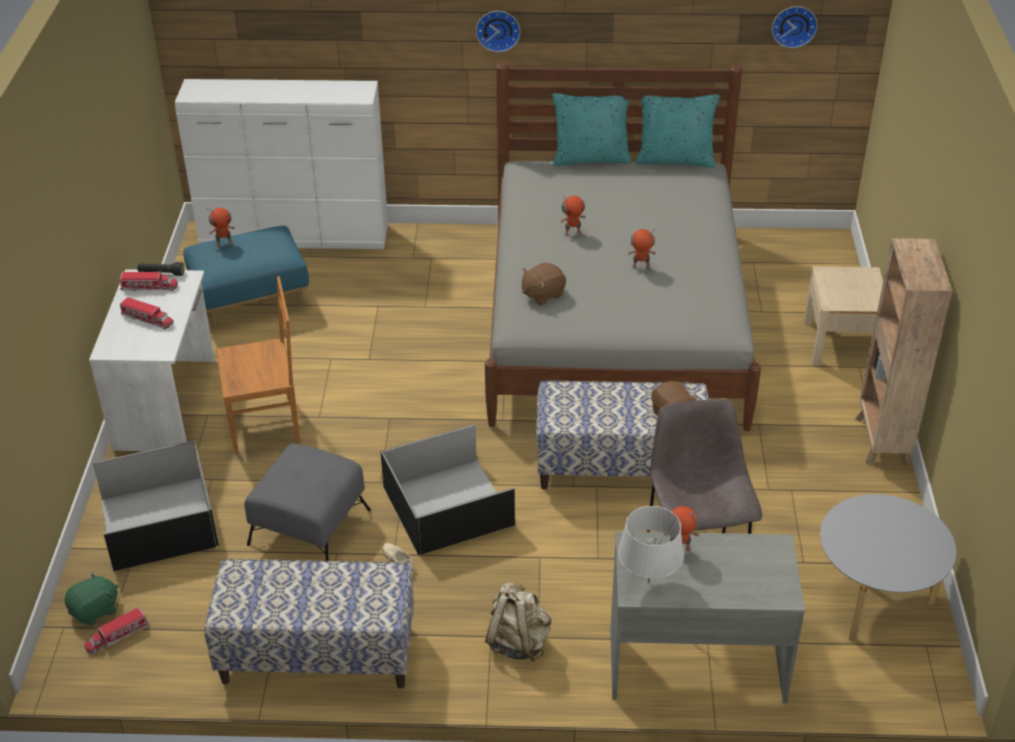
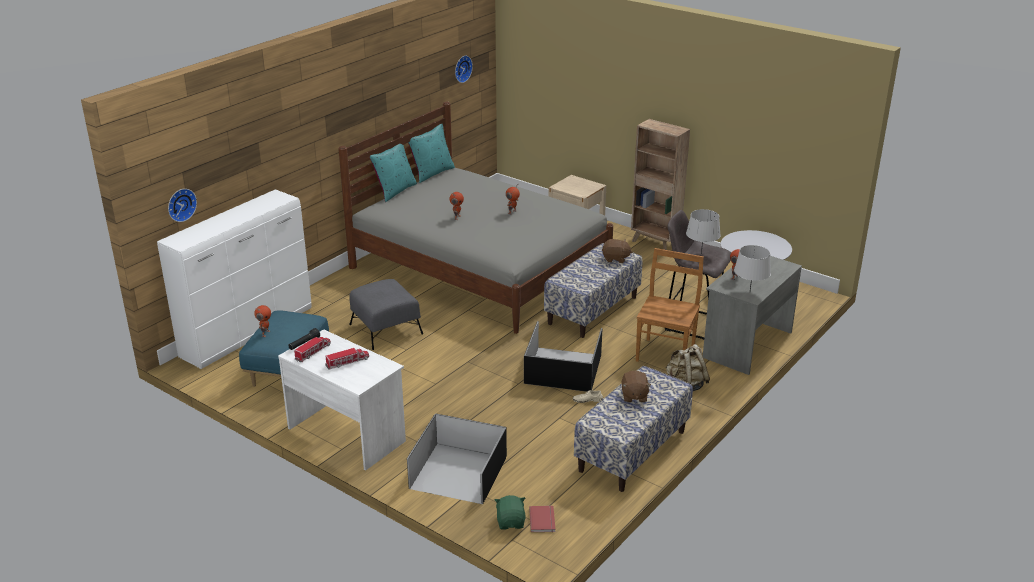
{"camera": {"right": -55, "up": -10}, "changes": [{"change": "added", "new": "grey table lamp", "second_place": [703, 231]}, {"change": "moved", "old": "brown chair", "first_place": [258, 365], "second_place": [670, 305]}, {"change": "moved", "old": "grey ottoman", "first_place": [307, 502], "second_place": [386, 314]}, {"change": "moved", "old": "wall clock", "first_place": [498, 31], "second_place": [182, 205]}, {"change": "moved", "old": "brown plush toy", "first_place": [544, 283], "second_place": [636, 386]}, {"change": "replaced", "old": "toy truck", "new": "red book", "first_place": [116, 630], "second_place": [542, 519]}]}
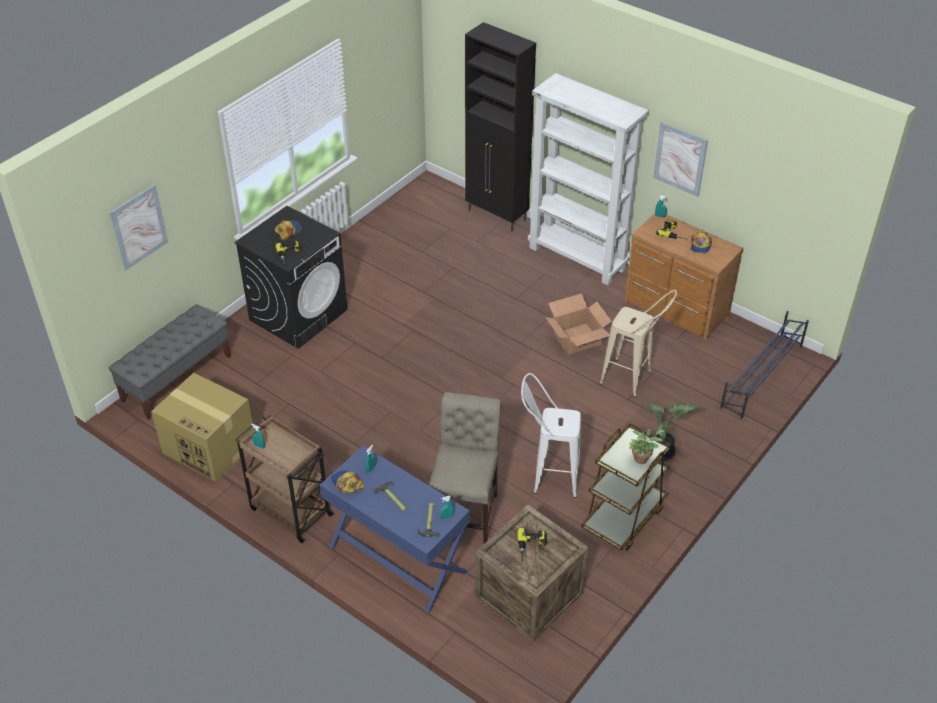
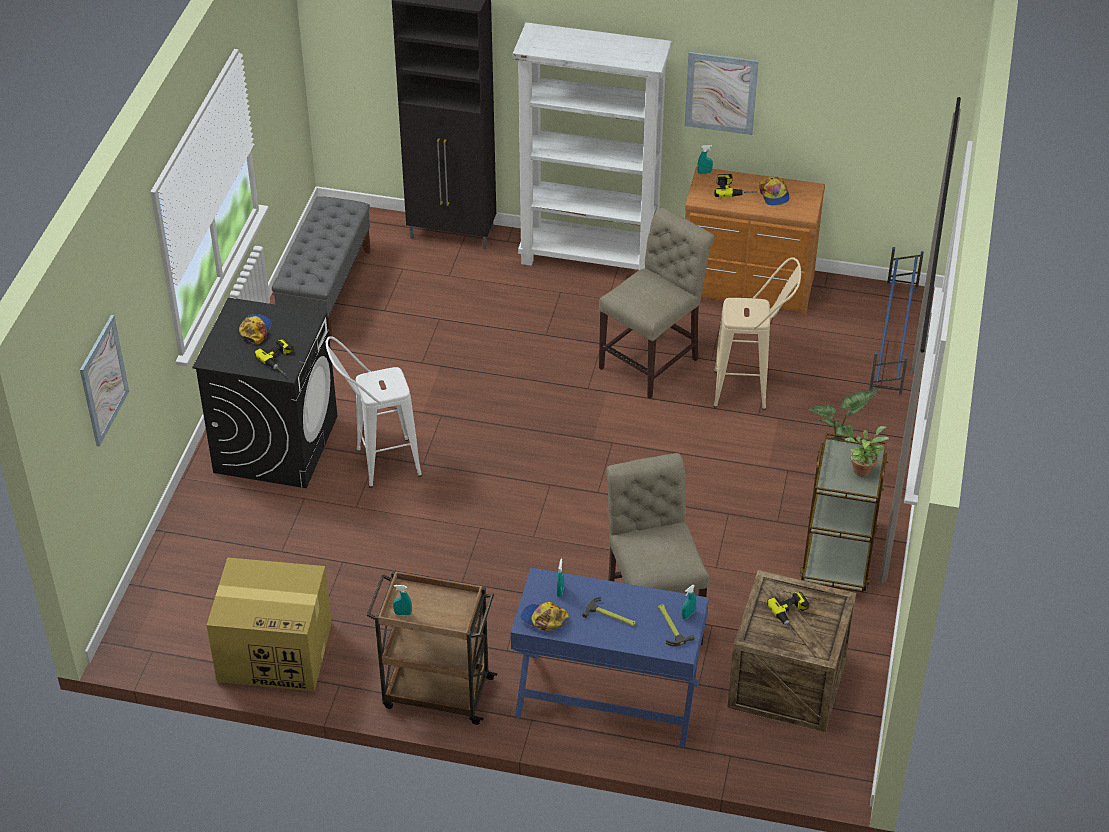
{"camera": {"right": -25, "up": 0}, "changes": [{"change": "moved", "old": "grey bench", "first_place": [170, 362], "second_place": [321, 268]}, {"change": "moved", "old": "white stool", "first_place": [551, 435], "second_place": [374, 412]}, {"change": "replaced", "old": "cardboard box", "new": "beige chair", "first_place": [578, 324], "second_place": [657, 303]}]}
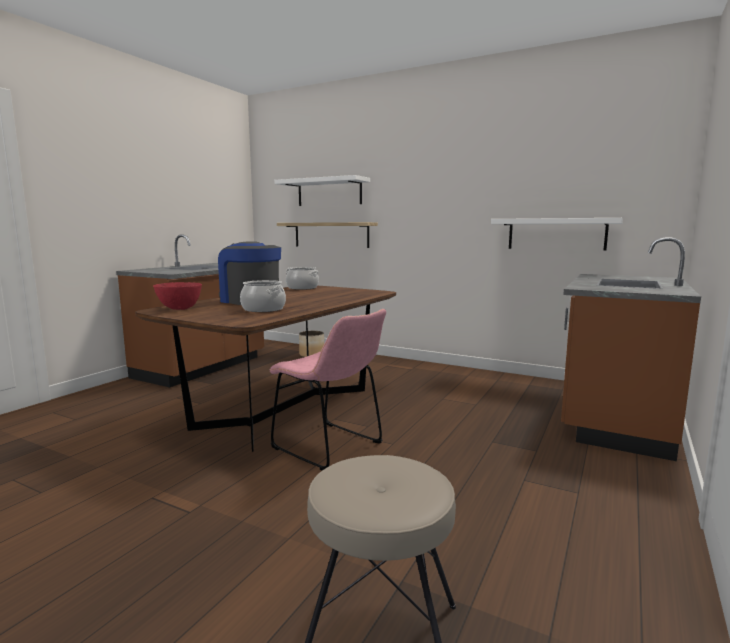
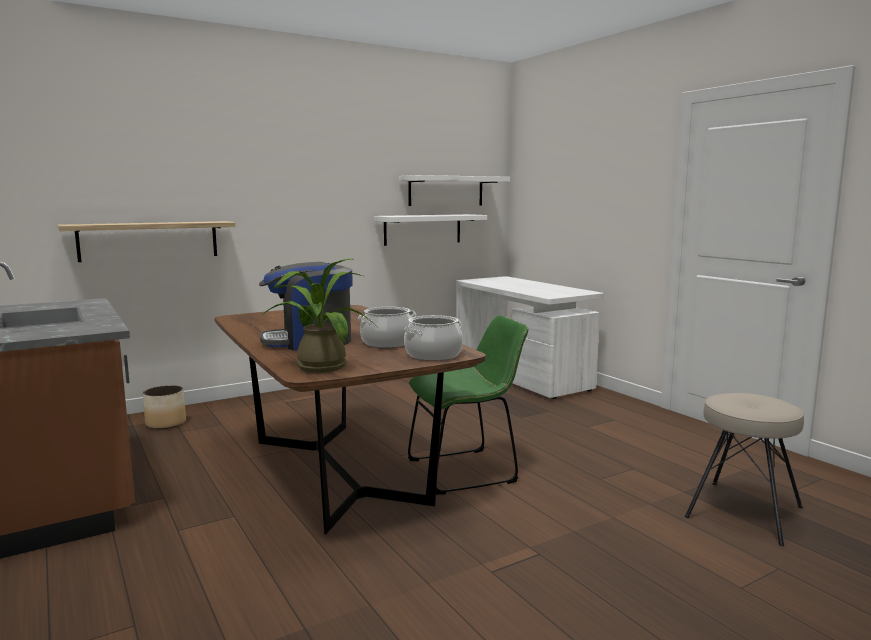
{"camera": {"right": -60, "up": 0}, "changes": [{"change": "moved", "old": "white shelf", "first_place": [322, 190], "second_place": [454, 190]}, {"change": "moved", "old": "cooking pot", "first_place": [302, 278], "second_place": [433, 338]}, {"change": "replaced", "old": "red bowl", "new": "potted plant", "first_place": [177, 296], "second_place": [319, 316]}, {"change": "replaced", "old": "brown counter", "new": "white desk", "first_place": [631, 349], "second_place": [530, 337]}, {"change": "recoloured", "old": "pink chair", "new": "green chair", "first_place": [327, 390], "second_place": [468, 405]}]}
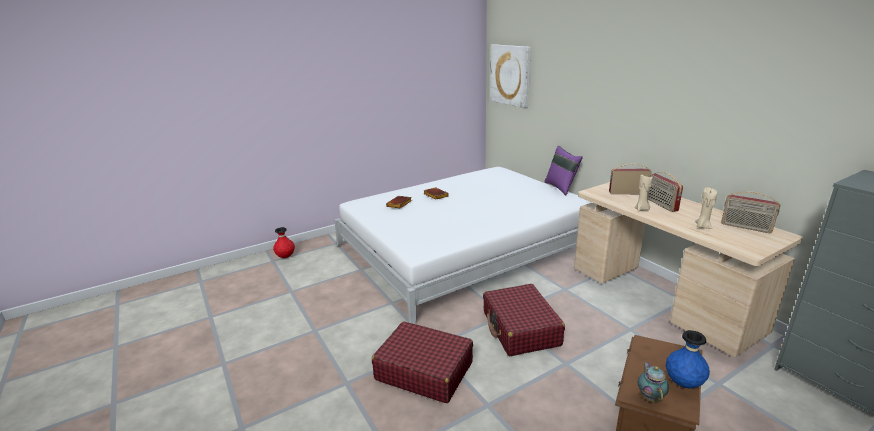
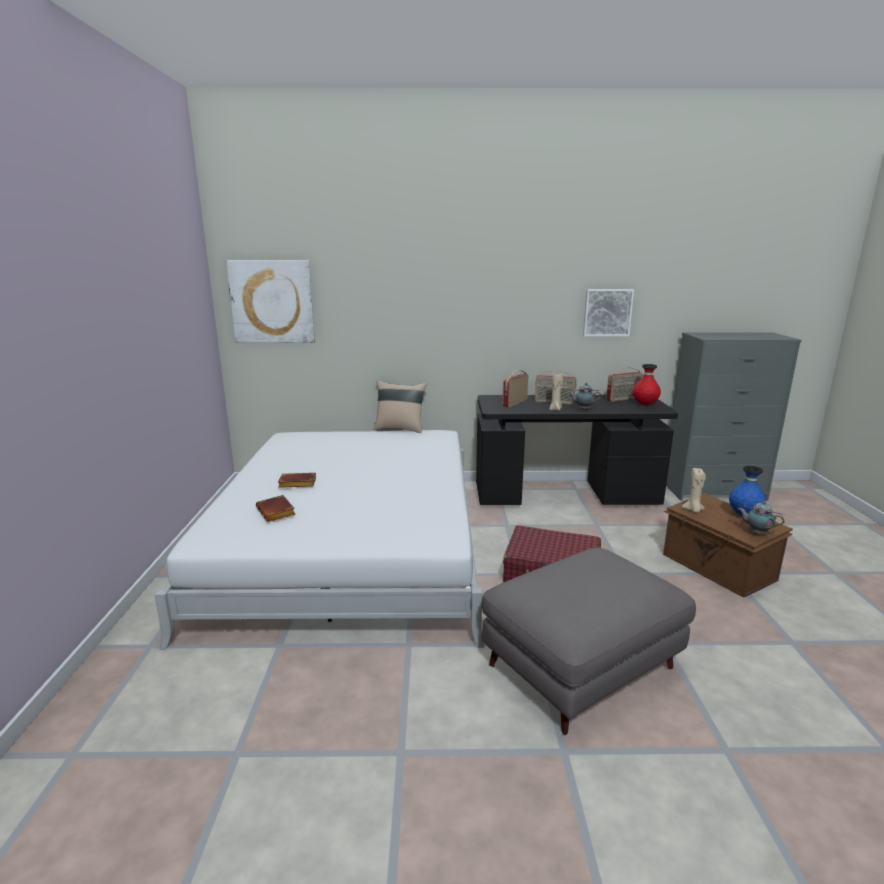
{"camera": {"right": -60, "up": -5}, "changes": [{"change": "added", "new": "teapot", "second_place": [584, 396]}, {"change": "added", "new": "picture", "second_place": [608, 312]}, {"change": "moved", "old": "red vase", "first_place": [284, 242], "second_place": [647, 384]}, {"change": "moved", "old": "beige candle", "first_place": [706, 208], "second_place": [694, 490]}, {"change": "replaced", "old": "red suitcase", "new": "grey ottoman", "first_place": [422, 362], "second_place": [589, 641]}, {"change": "recoloured", "old": "purple pillow", "new": "beige pillow", "first_place": [564, 171], "second_place": [400, 406]}, {"change": "recoloured", "old": "beige desk", "new": "black desk", "first_place": [688, 269], "second_place": [577, 450]}]}
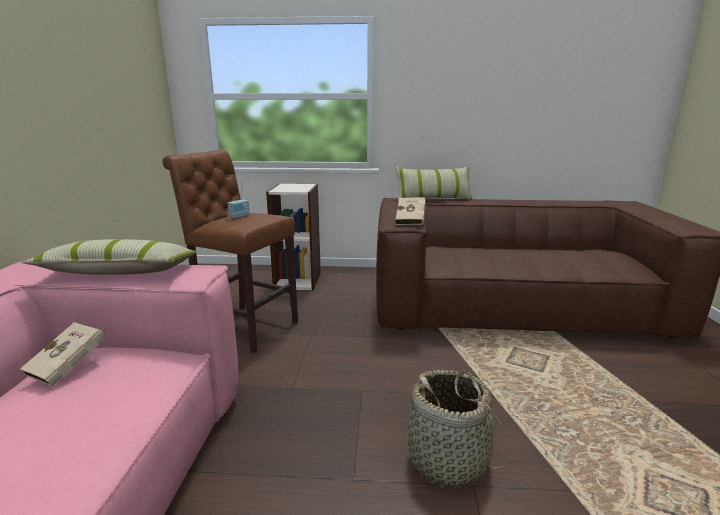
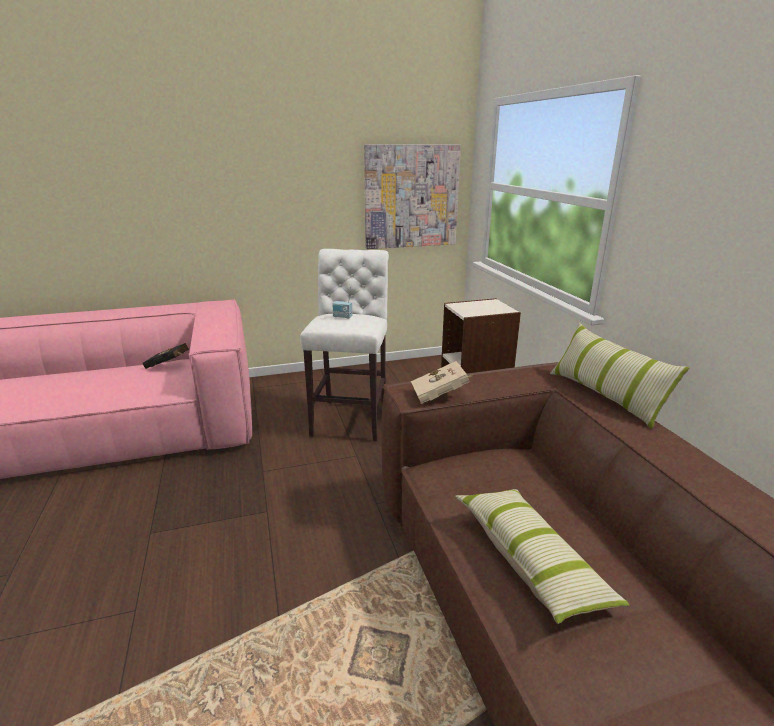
{"camera": {"right": 70, "up": 5}, "changes": [{"change": "removed", "old": "basket", "first_place": [457, 428]}, {"change": "added", "new": "picture", "second_place": [412, 196]}, {"change": "moved", "old": "pillow", "first_place": [109, 257], "second_place": [542, 556]}, {"change": "recoloured", "old": "beige book", "new": "black book", "first_place": [63, 354], "second_place": [165, 356]}, {"change": "recoloured", "old": "brown stool", "new": "white stool", "first_place": [230, 251], "second_place": [344, 345]}]}
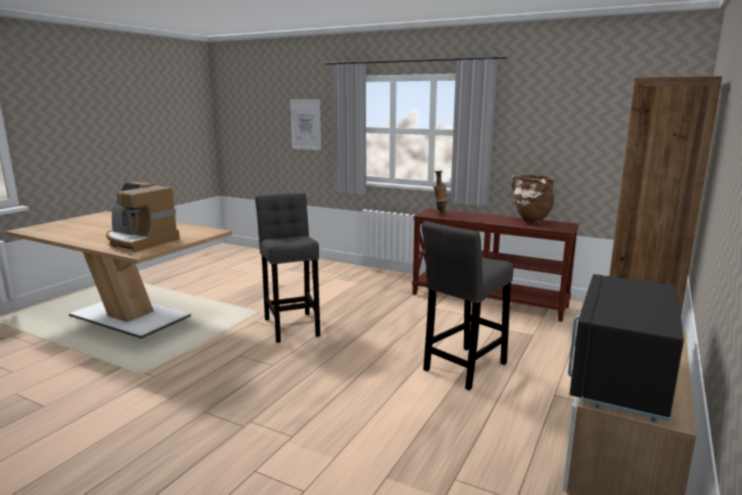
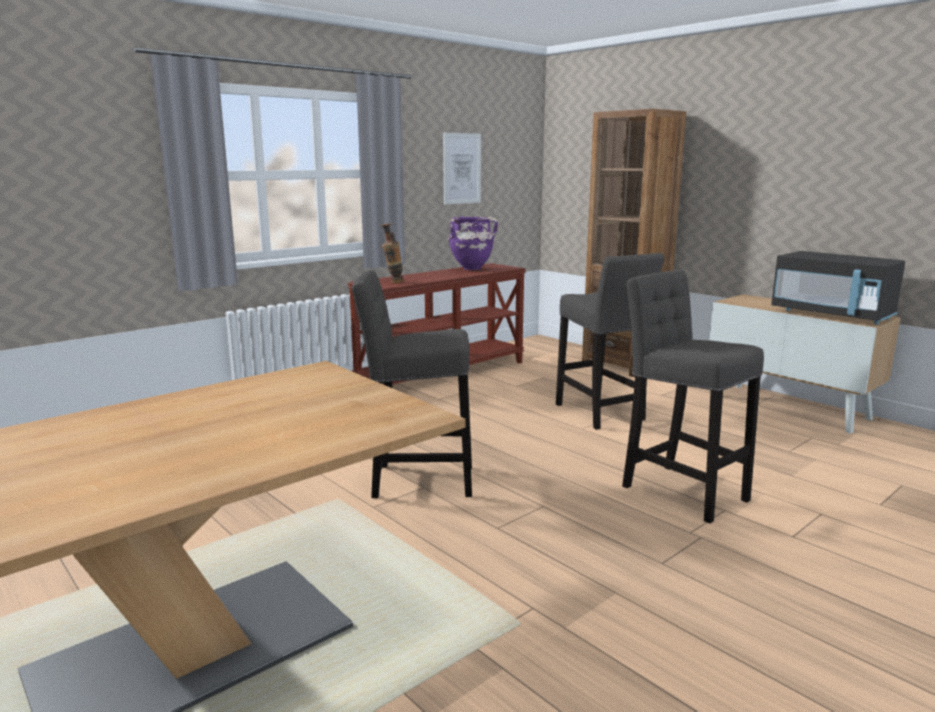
{"camera": {"right": -70, "up": 0}, "changes": [{"change": "removed", "old": "coffee machine", "first_place": [143, 217]}, {"change": "added", "new": "grey stool", "second_place": [693, 396]}, {"change": "moved", "old": "picture", "first_place": [305, 124], "second_place": [462, 168]}, {"change": "recoloured", "old": "brown vase", "new": "purple vase", "first_place": [532, 199], "second_place": [473, 243]}]}
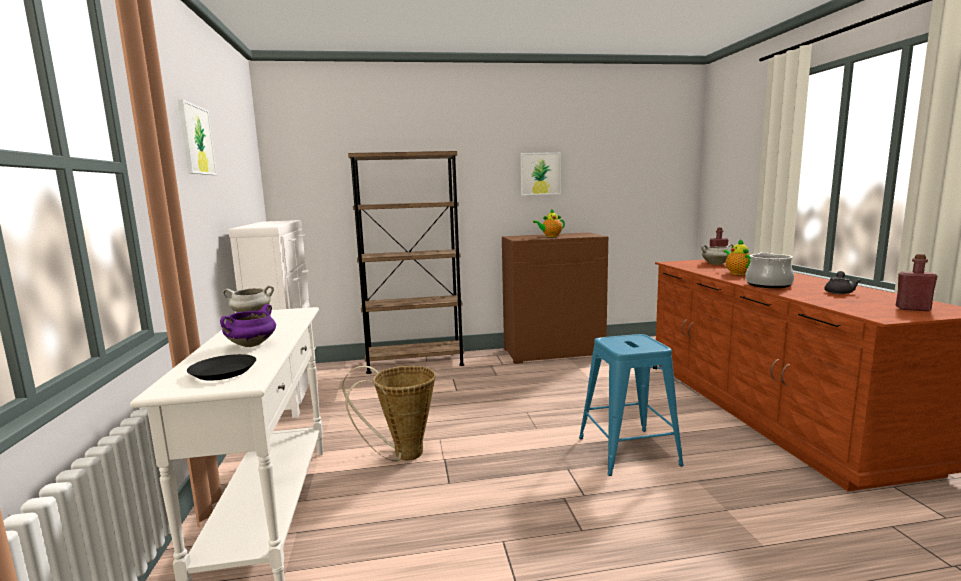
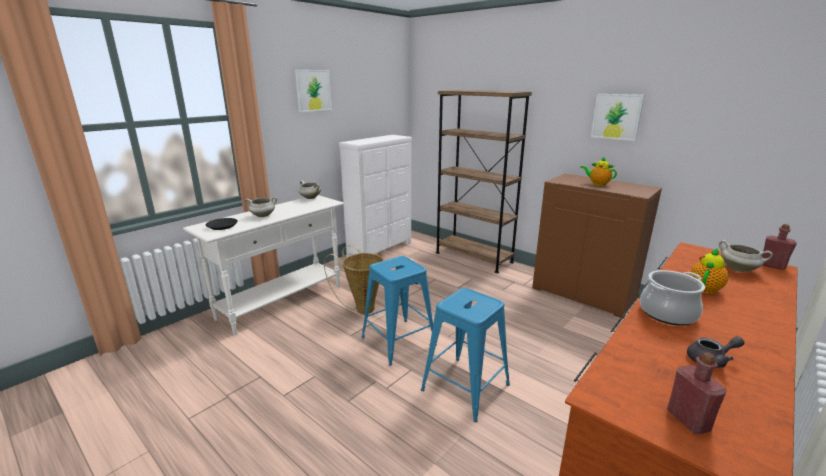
{"camera": {"right": 50, "up": 10}, "changes": [{"change": "added", "new": "blue stool", "second_place": [399, 311]}, {"change": "recoloured", "old": "purple cooking pot", "new": "white cooking pot", "first_place": [248, 325], "second_place": [260, 207]}]}
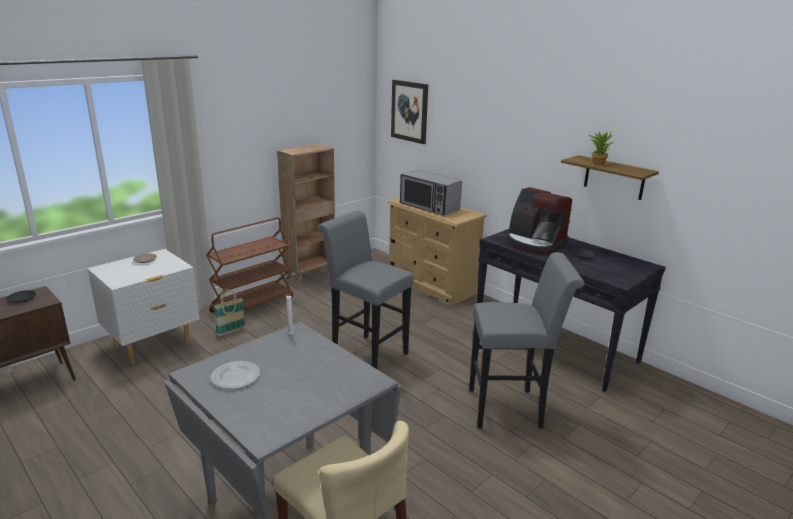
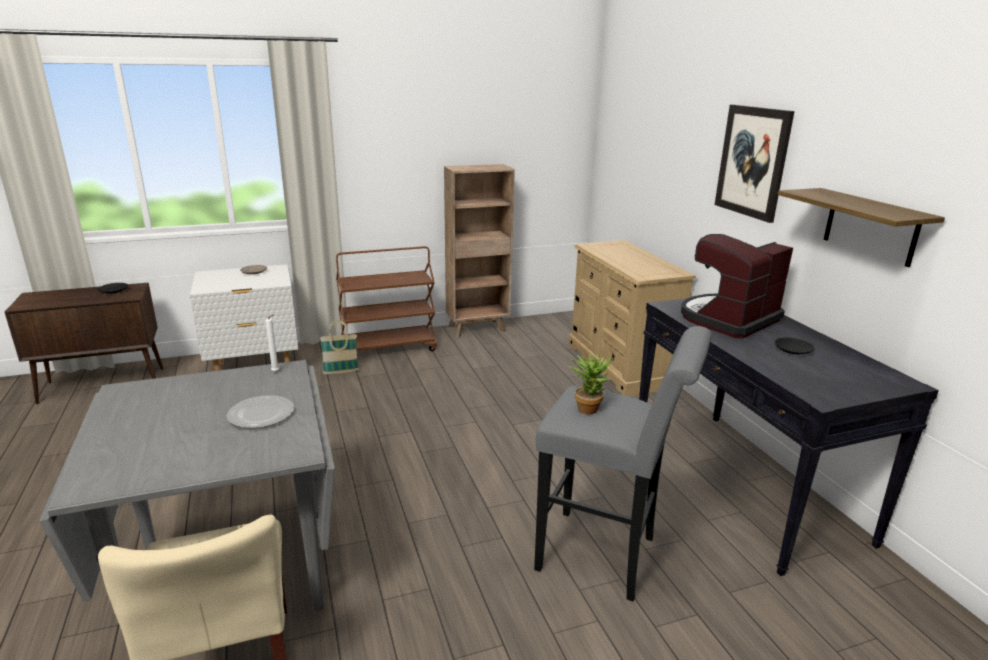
{"camera": {"right": 25, "up": 0}, "changes": [{"change": "removed", "old": "grey stool", "first_place": [365, 289]}, {"change": "removed", "old": "microwave", "first_place": [431, 193]}, {"change": "moved", "old": "plate", "first_place": [235, 375], "second_place": [260, 411]}, {"change": "moved", "old": "picture", "first_place": [409, 112], "second_place": [755, 164]}, {"change": "moved", "old": "potted plant", "first_place": [601, 147], "second_place": [591, 383]}, {"change": "turned", "old": "coffee machine", "first_place": [539, 220], "second_place": [737, 286], "degrees": 75}]}
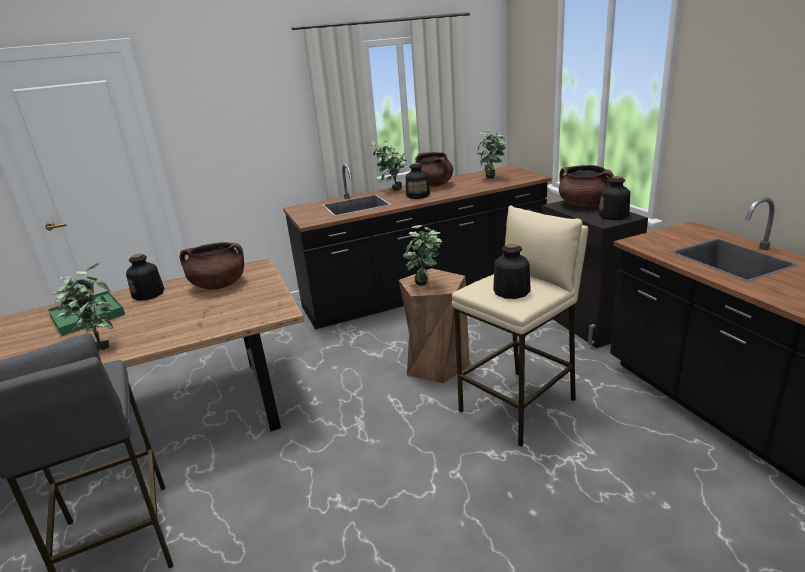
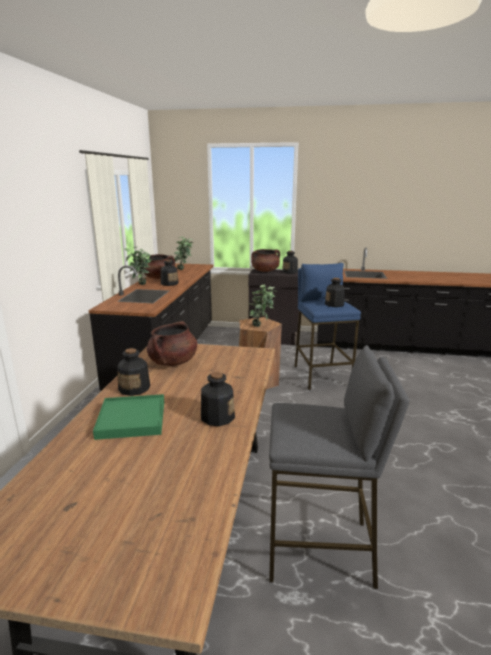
{"camera": {"right": -60, "up": -5}, "changes": [{"change": "replaced", "old": "potted plant", "new": "bottle", "first_place": [83, 307], "second_place": [218, 399]}, {"change": "recoloured", "old": "beige stool", "new": "blue stool", "first_place": [520, 326], "second_place": [327, 326]}]}
